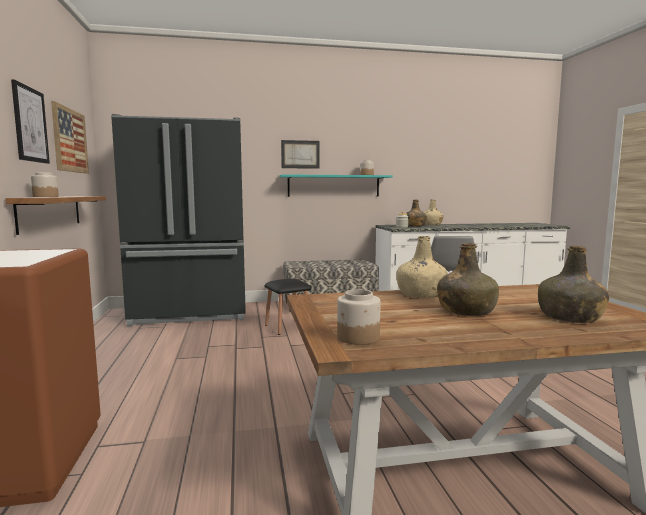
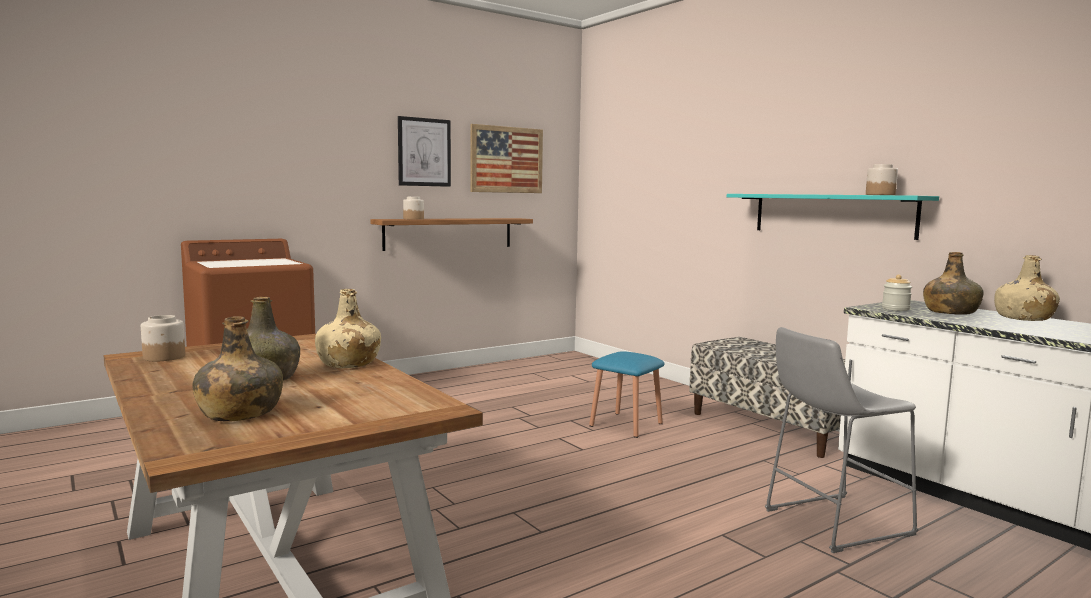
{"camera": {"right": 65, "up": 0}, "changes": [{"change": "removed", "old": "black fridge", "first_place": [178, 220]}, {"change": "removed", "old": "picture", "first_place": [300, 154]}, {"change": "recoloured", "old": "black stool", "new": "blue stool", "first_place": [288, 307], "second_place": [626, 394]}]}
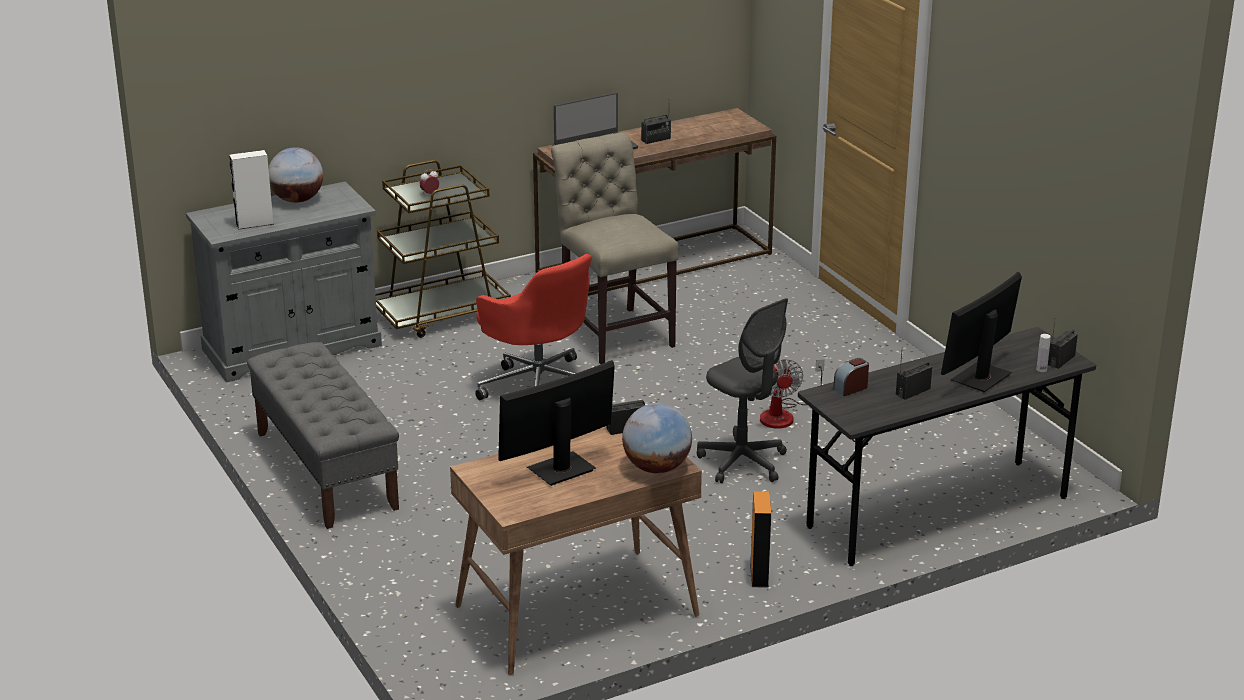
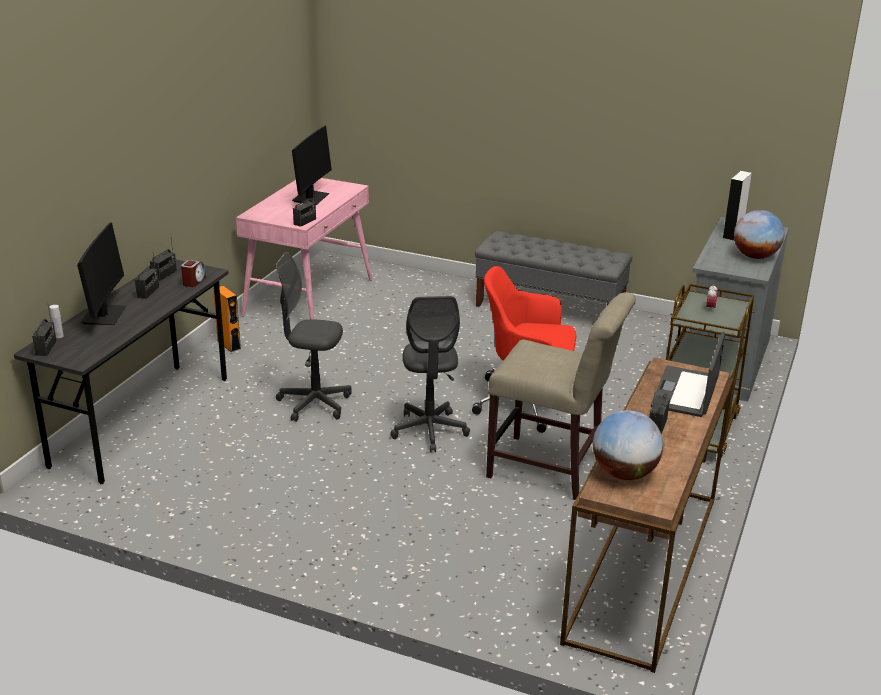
{"camera": {"right": 140, "up": 0}, "changes": [{"change": "removed", "old": "fan", "first_place": [792, 394]}, {"change": "added", "new": "radio", "second_place": [163, 257]}, {"change": "added", "new": "grey office chair", "second_place": [430, 374]}, {"change": "moved", "old": "globe", "first_place": [657, 438], "second_place": [628, 445]}, {"change": "recoloured", "old": "brown desk", "new": "pink desk", "first_place": [576, 550], "second_place": [304, 249]}]}
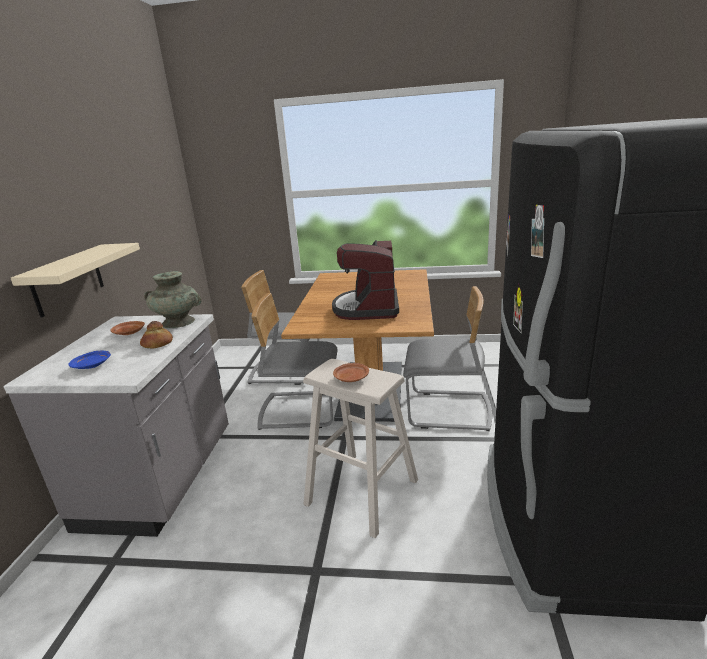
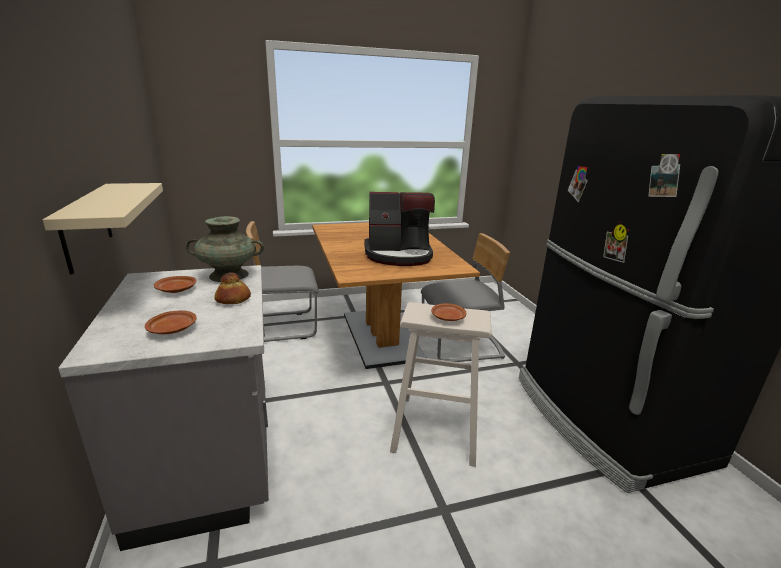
{"camera": {"right": -25, "up": 0}, "changes": [{"change": "removed", "old": "grey chair", "first_place": [294, 361]}, {"change": "recoloured", "old": "blue plate", "new": "brown plate", "first_place": [90, 360], "second_place": [170, 322]}, {"change": "turned", "old": "coffee machine", "first_place": [365, 280], "second_place": [399, 229], "degrees": -75}]}
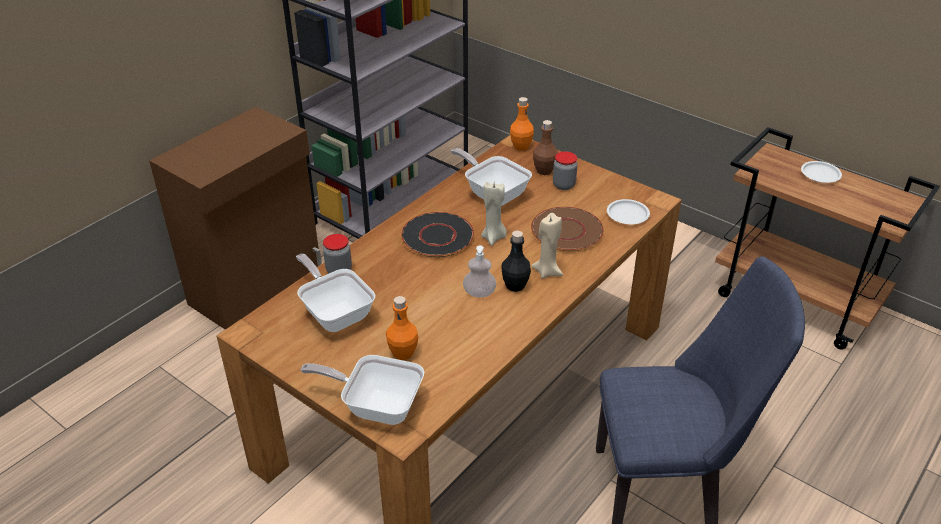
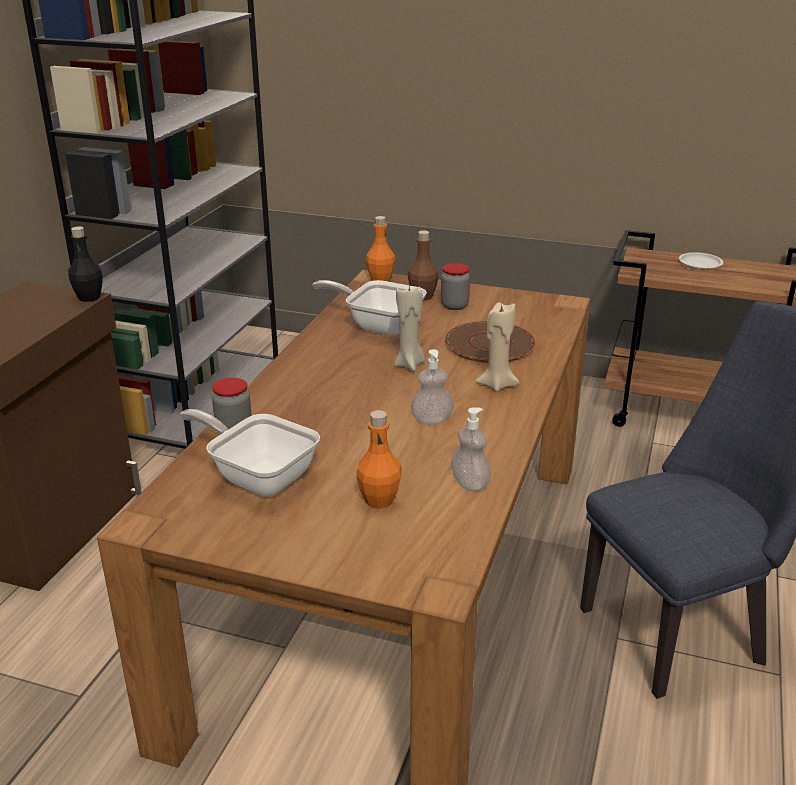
{"camera": {"right": -20, "up": -10}, "changes": [{"change": "removed", "old": "frying pan", "first_place": [362, 390]}, {"change": "removed", "old": "black plate", "first_place": [437, 234]}, {"change": "removed", "old": "white plate", "first_place": [628, 211]}, {"change": "added", "new": "soap dispenser", "second_place": [471, 449]}, {"change": "moved", "old": "black bottle", "first_place": [516, 261], "second_place": [85, 264]}]}
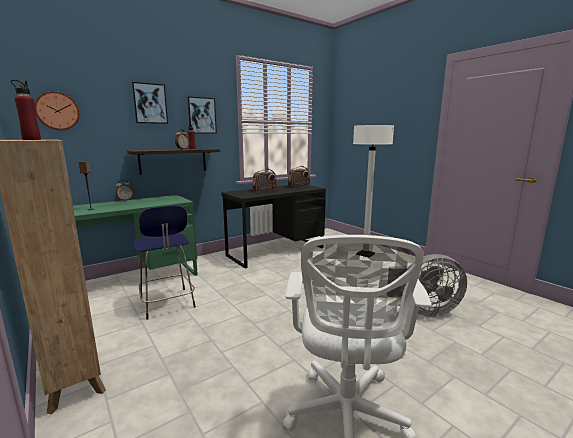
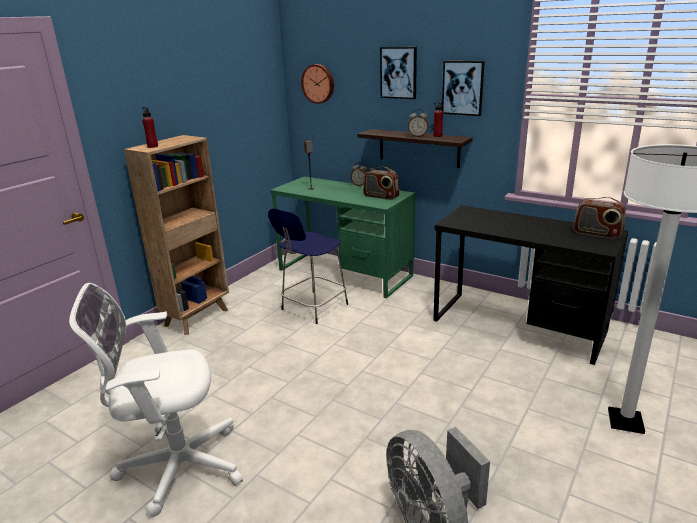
{"camera": {"right": 70, "up": 10}, "changes": [{"change": "moved", "old": "radio", "first_place": [264, 180], "second_place": [381, 183]}]}
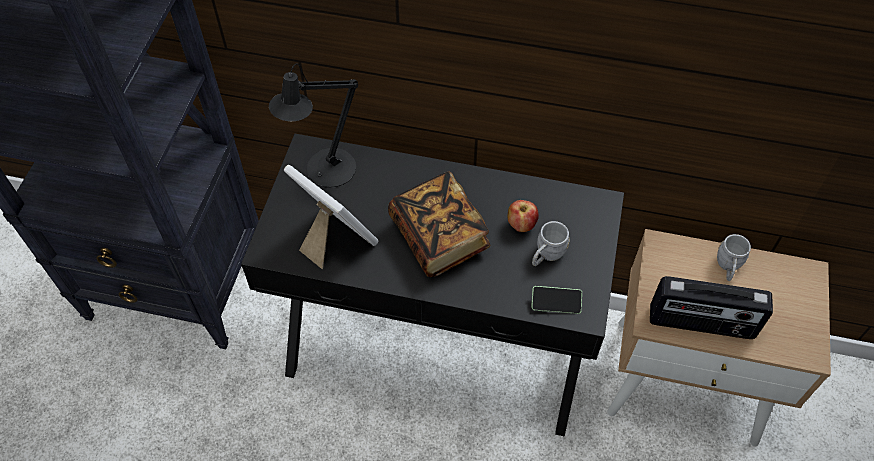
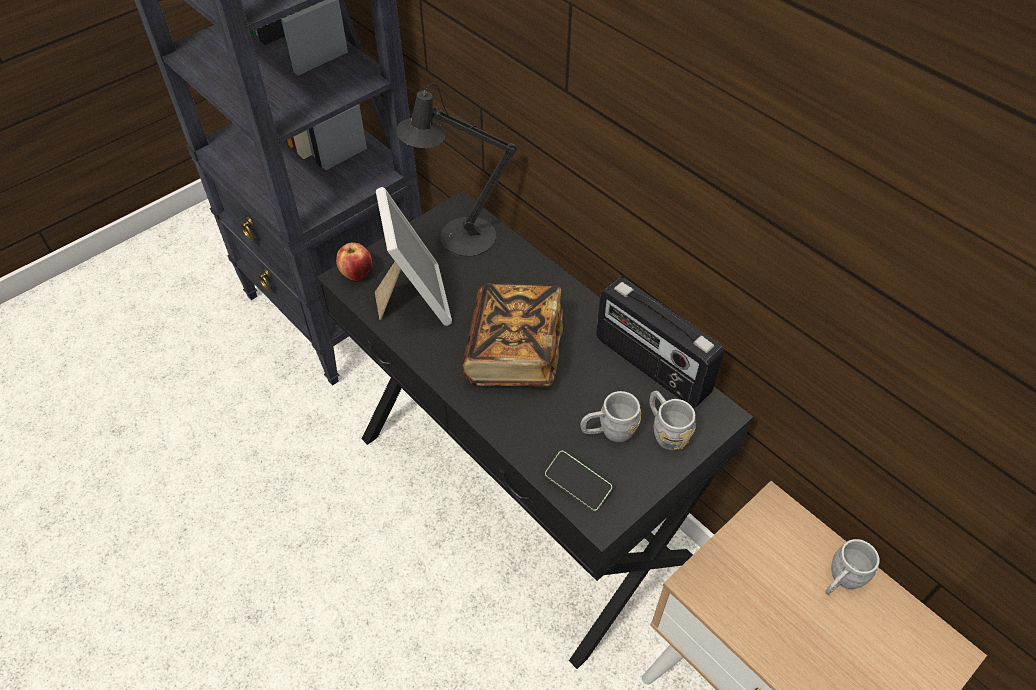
{"camera": {"right": 35, "up": -5}, "changes": [{"change": "added", "new": "grey mug", "second_place": [673, 420]}, {"change": "moved", "old": "apple", "first_place": [523, 216], "second_place": [354, 262]}, {"change": "moved", "old": "radio", "first_place": [711, 307], "second_place": [660, 342]}]}
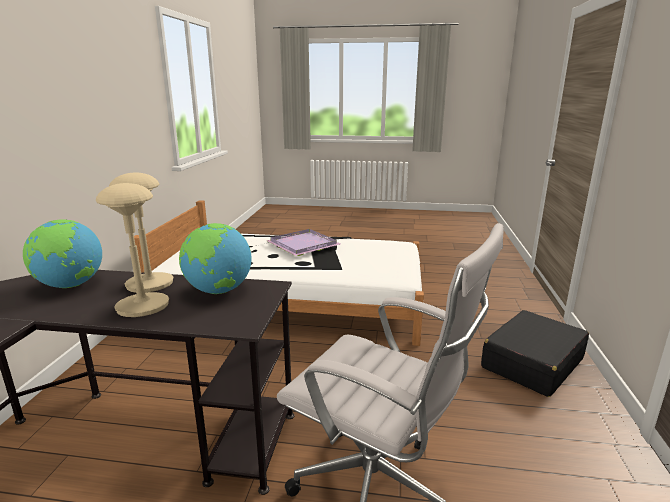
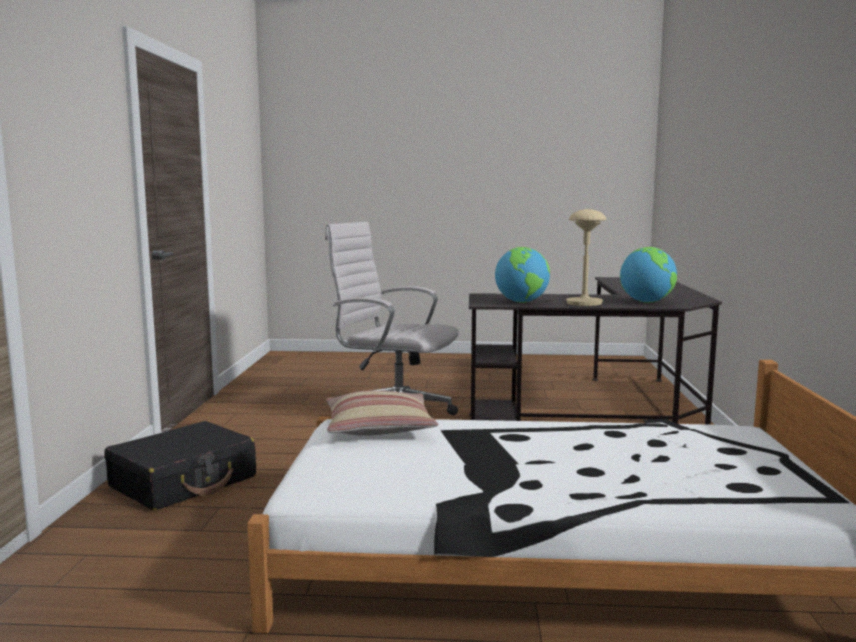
{"camera": {"right": 175, "up": -10}, "changes": [{"change": "removed", "old": "beige table lamp", "first_place": [132, 250]}, {"change": "removed", "old": "purple tray", "first_place": [303, 242]}, {"change": "added", "new": "pillow", "second_place": [382, 413]}]}
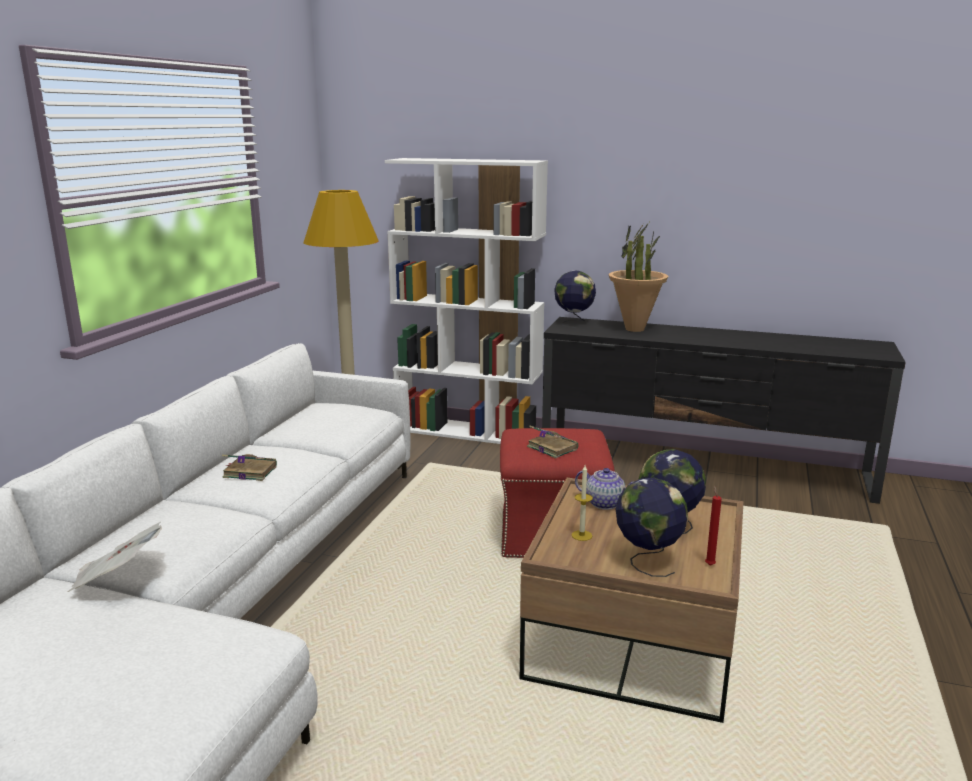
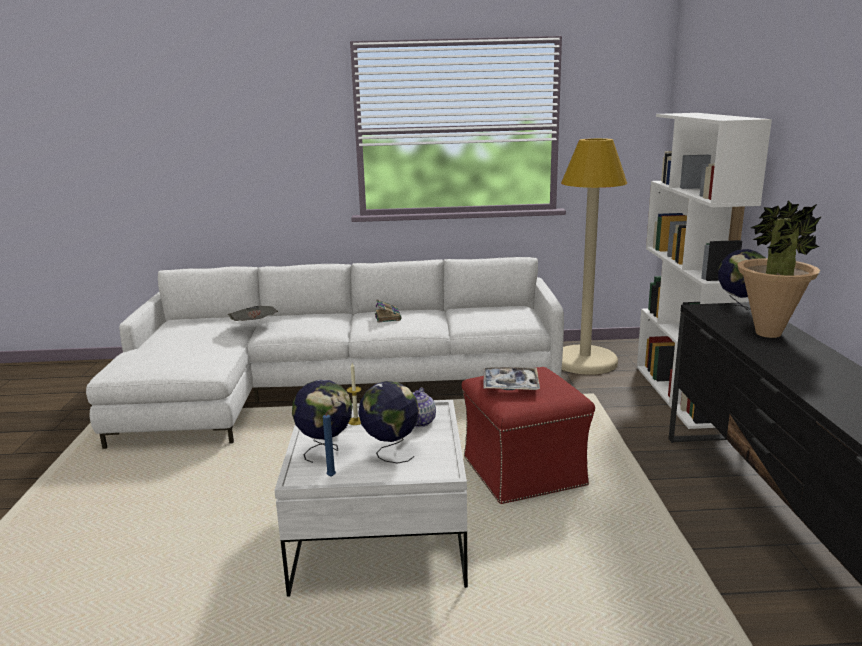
{"camera": {"right": 70, "up": 0}, "changes": [{"change": "replaced", "old": "book", "new": "tray", "first_place": [552, 442], "second_place": [511, 378]}, {"change": "recoloured", "old": "brown coffee table", "new": "white coffee table", "first_place": [631, 600], "second_place": [371, 498]}, {"change": "recoloured", "old": "red candle", "new": "blue candle", "first_place": [713, 526], "second_place": [329, 442]}]}
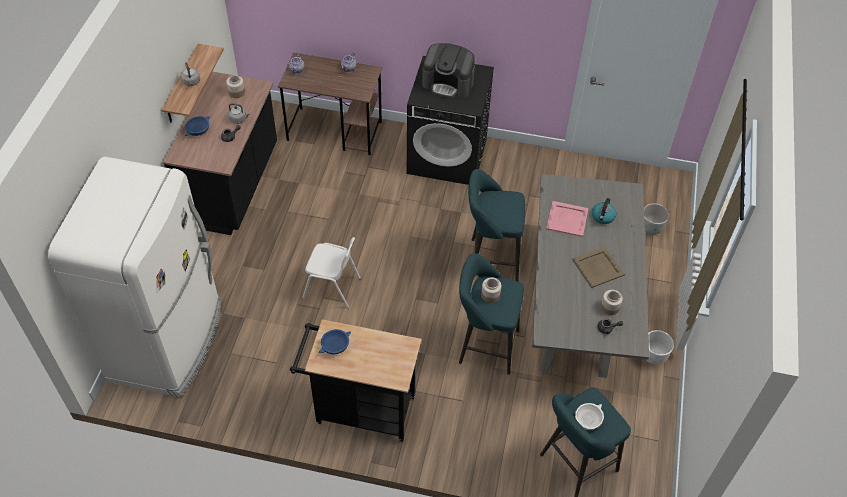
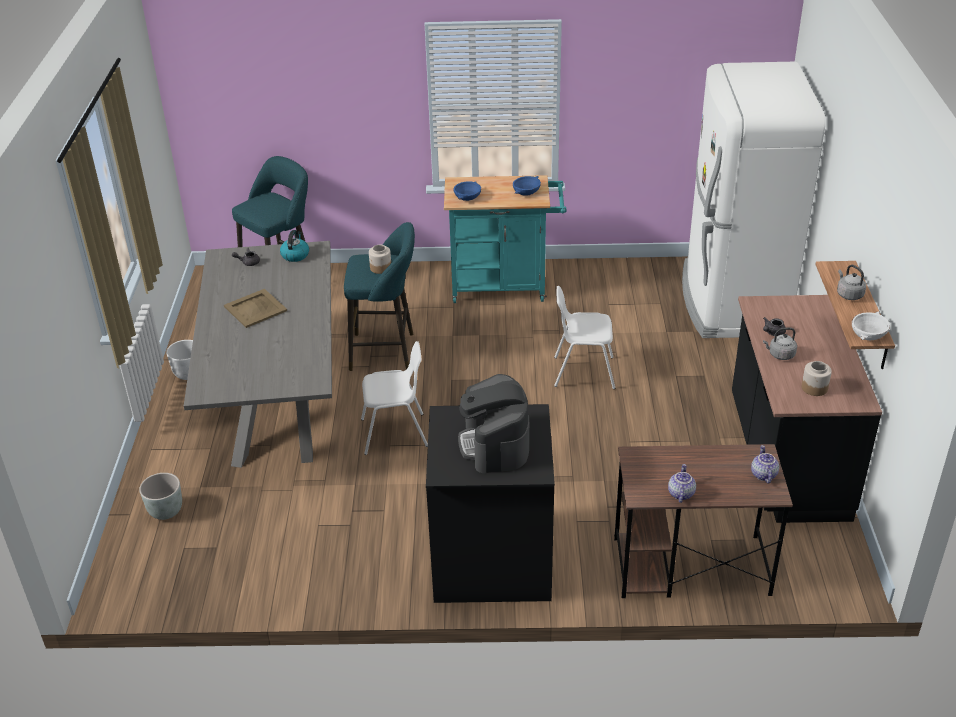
{"camera": {"right": 170, "up": -15}, "changes": [{"change": "removed", "old": "pink tray", "first_place": [567, 219]}, {"change": "removed", "old": "jar", "first_place": [612, 302]}, {"change": "moved", "old": "blue bowl", "first_place": [197, 126], "second_place": [467, 191]}, {"change": "moved", "old": "white bowl", "first_place": [589, 416], "second_place": [871, 325]}, {"change": "moved", "old": "kettle", "first_place": [604, 211], "second_place": [294, 246]}, {"change": "replaced", "old": "turquoise stool", "new": "white chair", "first_place": [496, 225], "second_place": [394, 398]}, {"change": "recoloured", "old": "black cart", "new": "turquoise cart", "first_place": [356, 380], "second_place": [505, 239]}, {"change": "turned", "old": "coffee machine", "first_place": [448, 70], "second_place": [493, 423], "degrees": -105}]}
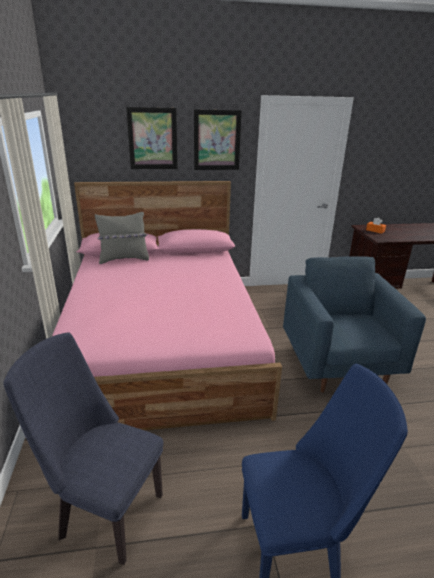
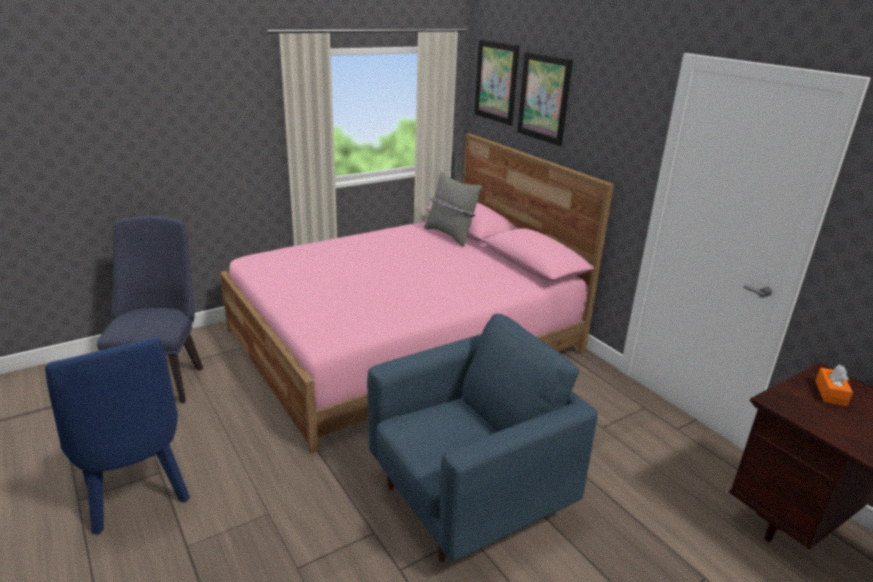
{"camera": {"right": 65, "up": 0}, "changes": [{"change": "moved", "old": "picture", "first_place": [218, 139], "second_place": [497, 82]}]}
